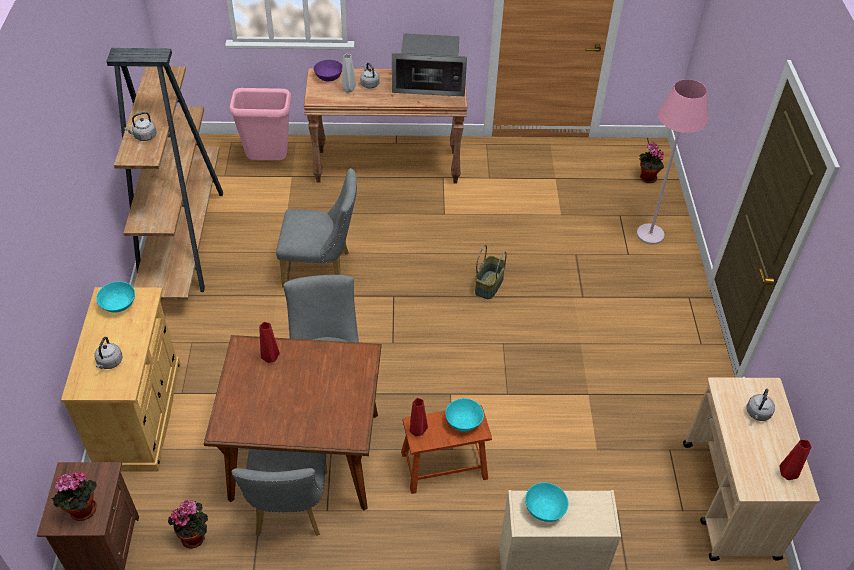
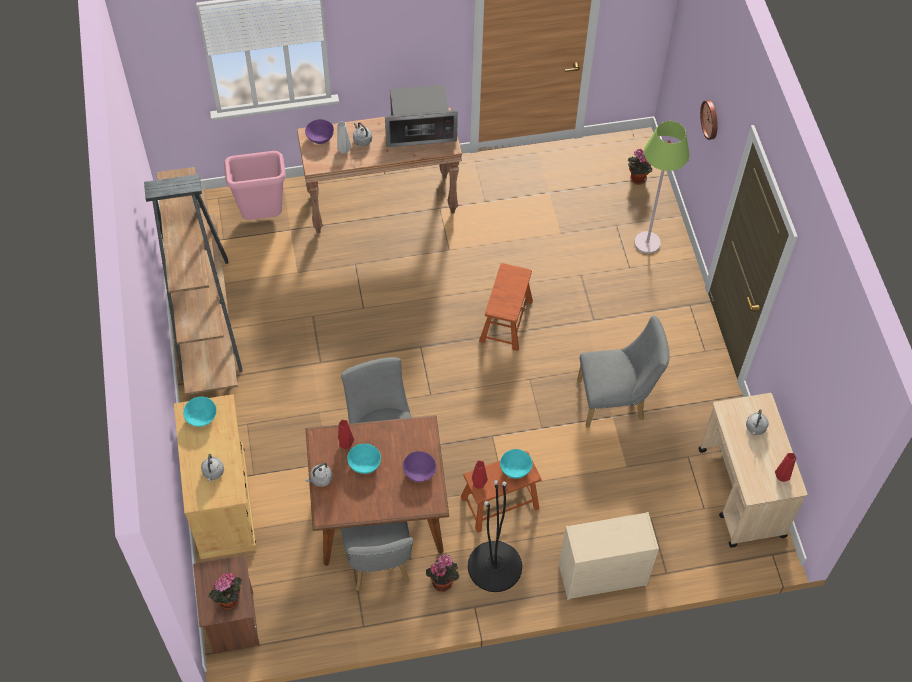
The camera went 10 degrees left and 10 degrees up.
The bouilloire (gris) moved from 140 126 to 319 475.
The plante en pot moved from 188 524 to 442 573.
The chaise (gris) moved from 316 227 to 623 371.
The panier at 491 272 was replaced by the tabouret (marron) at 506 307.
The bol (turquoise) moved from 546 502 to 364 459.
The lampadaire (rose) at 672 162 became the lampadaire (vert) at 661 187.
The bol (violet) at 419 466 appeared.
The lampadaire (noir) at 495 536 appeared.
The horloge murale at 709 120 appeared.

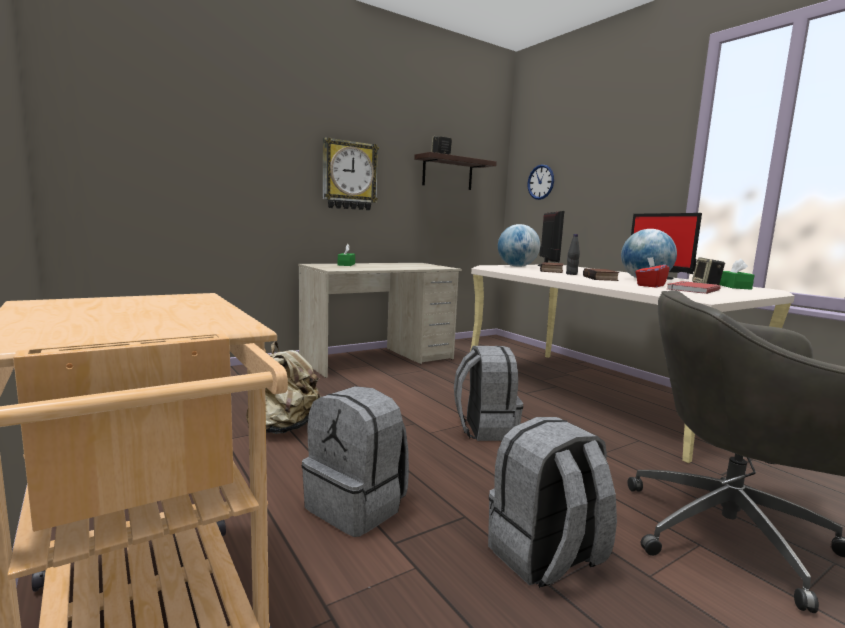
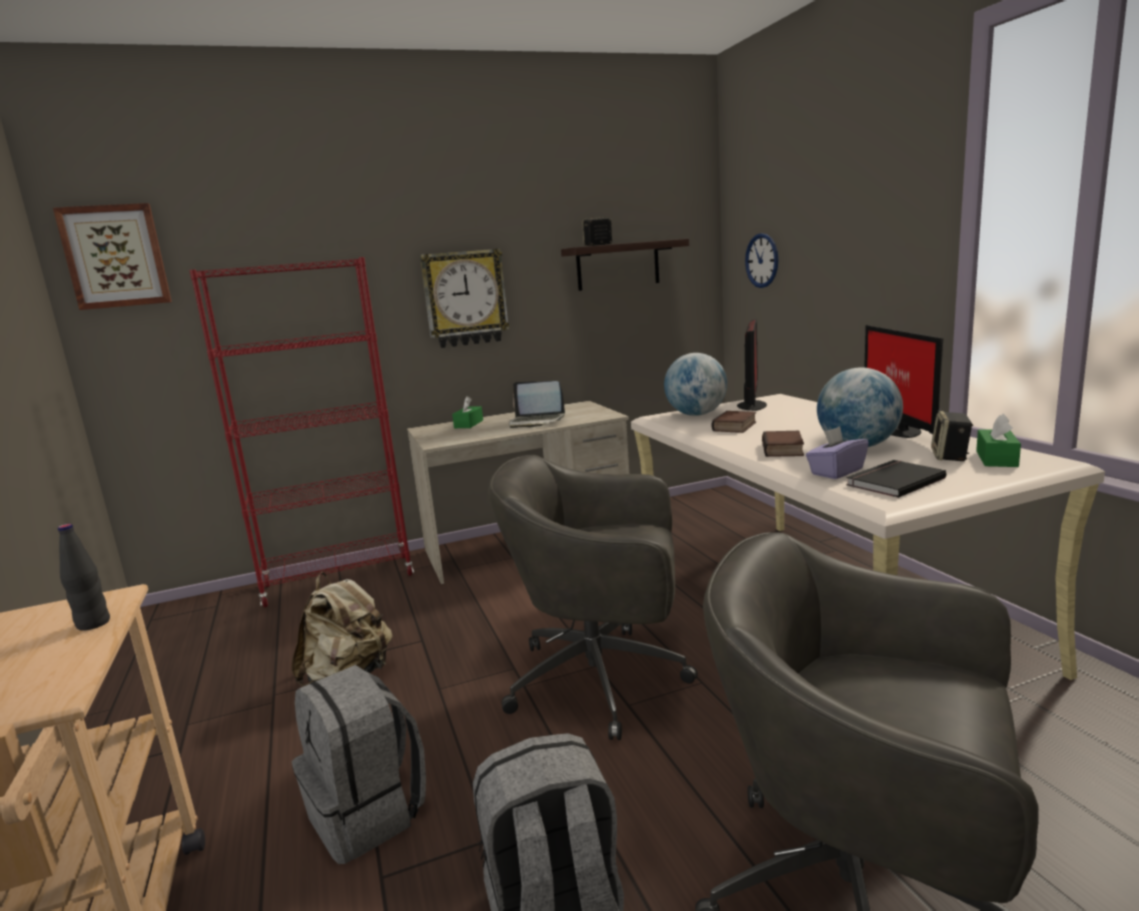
The camera went 15 degrees right and 5 degrees up.
The sac à dos (gris) at 488 393 was replaced by the chaise de bureau (gris) at 593 597.
The bouteille (noir) moved from 573 254 to 84 577.
The boîte à mouchoirs (rouge) at 653 272 became the boîte à mouchoirs (violet) at 837 452.
The livre (rouge) at 694 287 became the livre (noir) at 896 479.
The tableau at 112 256 appeared.
The bibliothèque (rouge) at 301 432 appeared.
The ordinateur portable at 537 404 appeared.

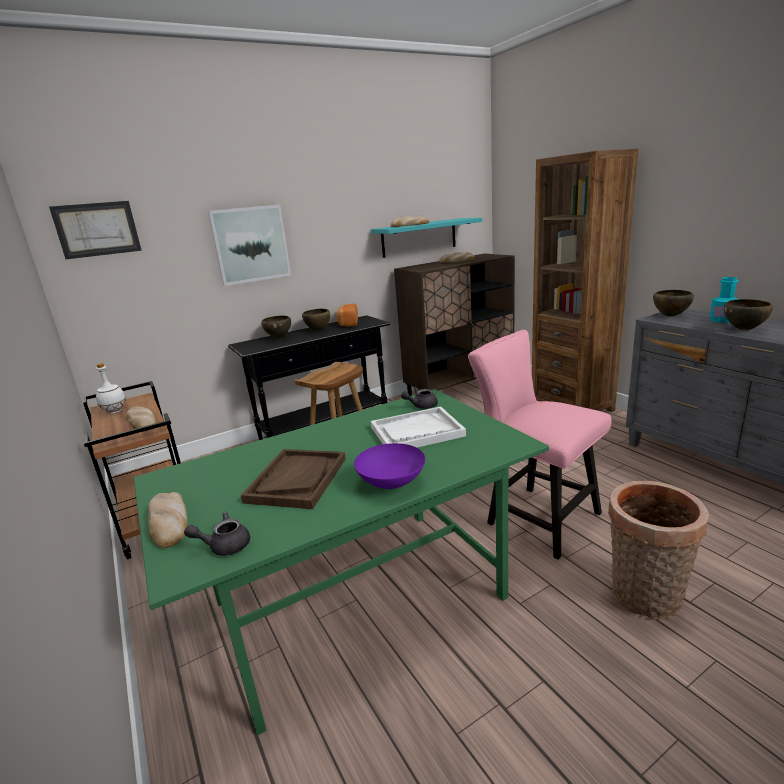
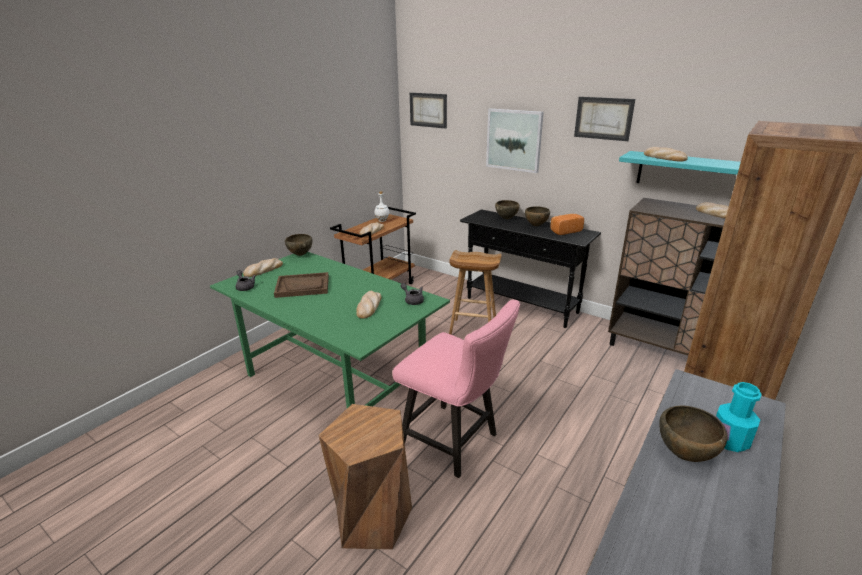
The camera went 65 degrees right and 5 degrees up.
The bol (violet) at 389 466 disappeared.
The plateau (blanc) at 418 427 was replaced by the pain at 368 305.
The chaise (rose) at 540 445 turned 105 degrees clockwise.
The panier at 658 550 was replaced by the tabouret (marron) at 365 477.
The bol (marron) moved from 673 303 to 298 245.
The tableau at 604 119 appeared.

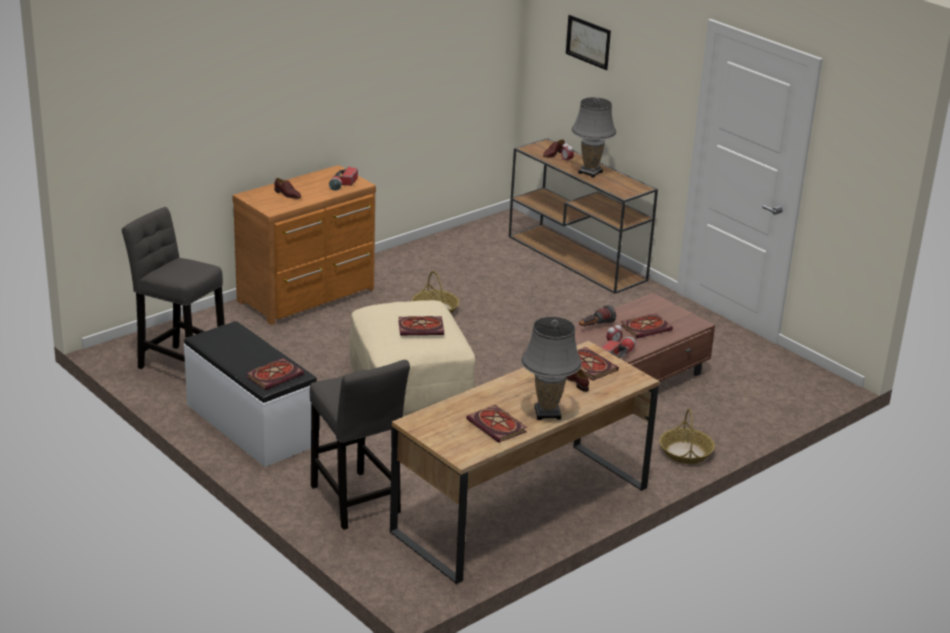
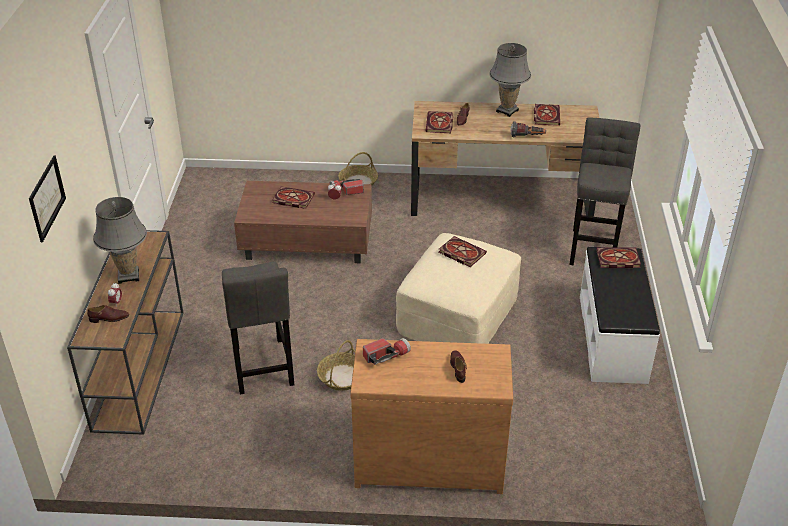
The camera went 135 degrees left and 10 degrees up.
The tabouret (gris) moved from 173 288 to 258 328.
The lampe de poche moved from 597 315 to 528 129.

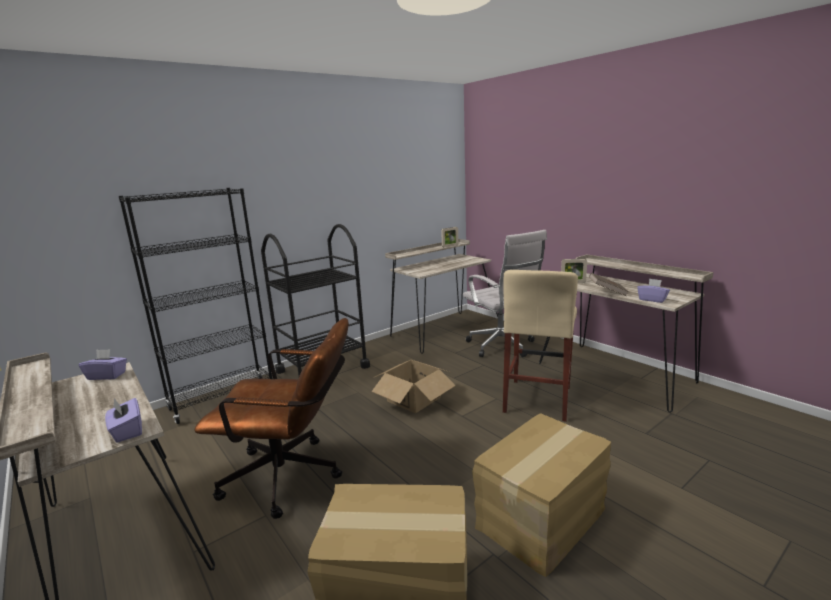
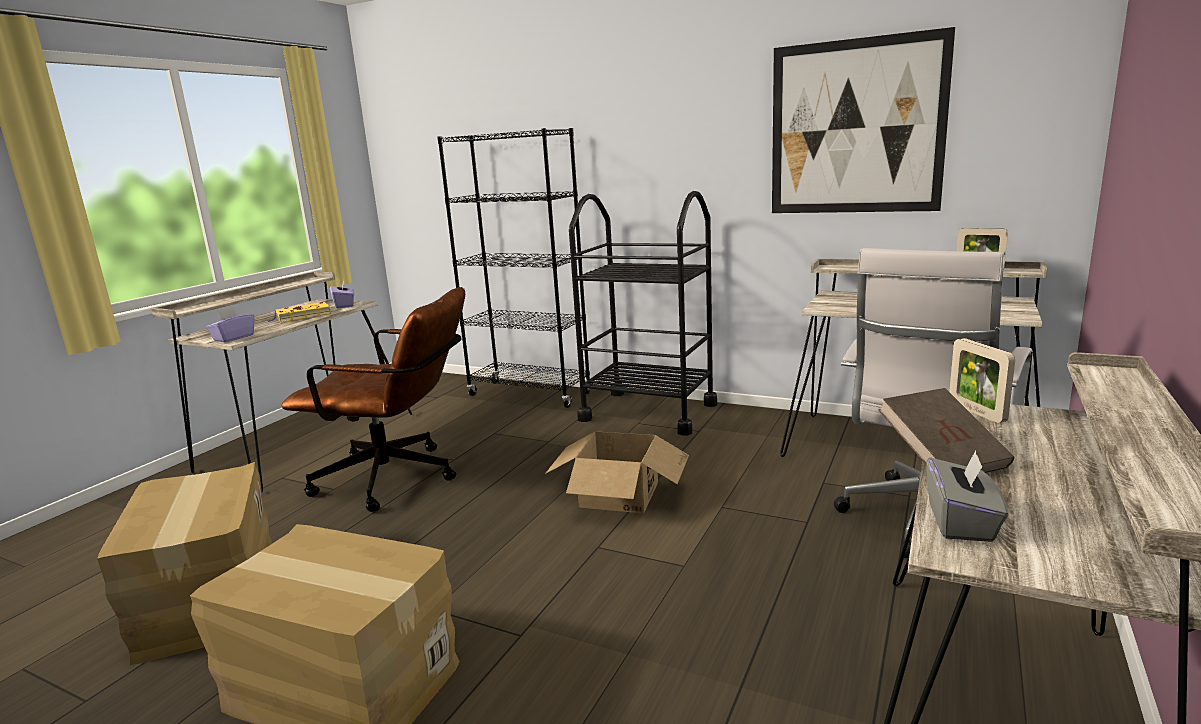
The camera went 65 degrees right and 0 degrees up.
The chaise de bureau (marron) at 271 418 turned 60 degrees counterclockwise.
The tabouret (beige) at 540 346 disappeared.
The boîte à mouchoirs (violet) at 653 290 became the boîte à mouchoirs (gris) at 967 496.
The livre (jaune) at 299 312 appeared.
The tableau at 863 120 appeared.

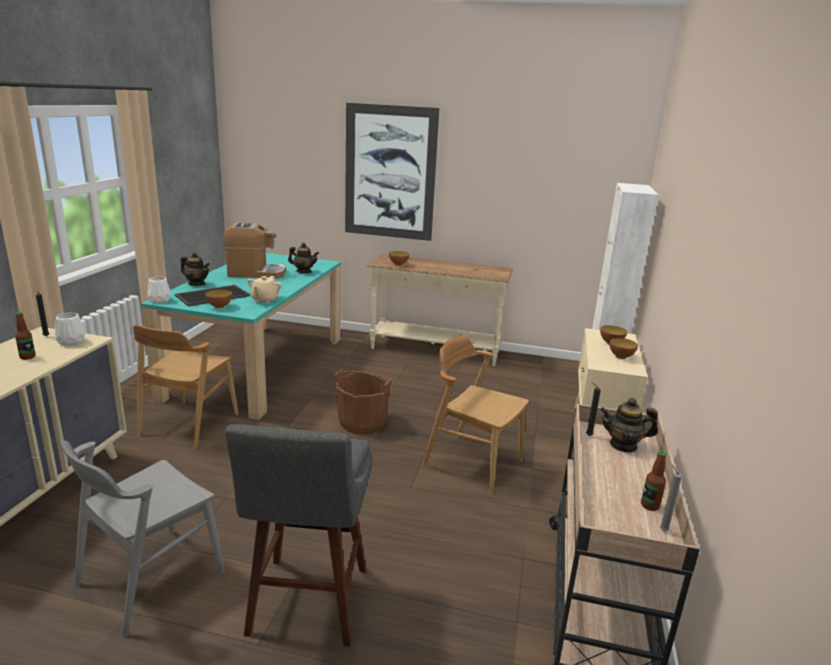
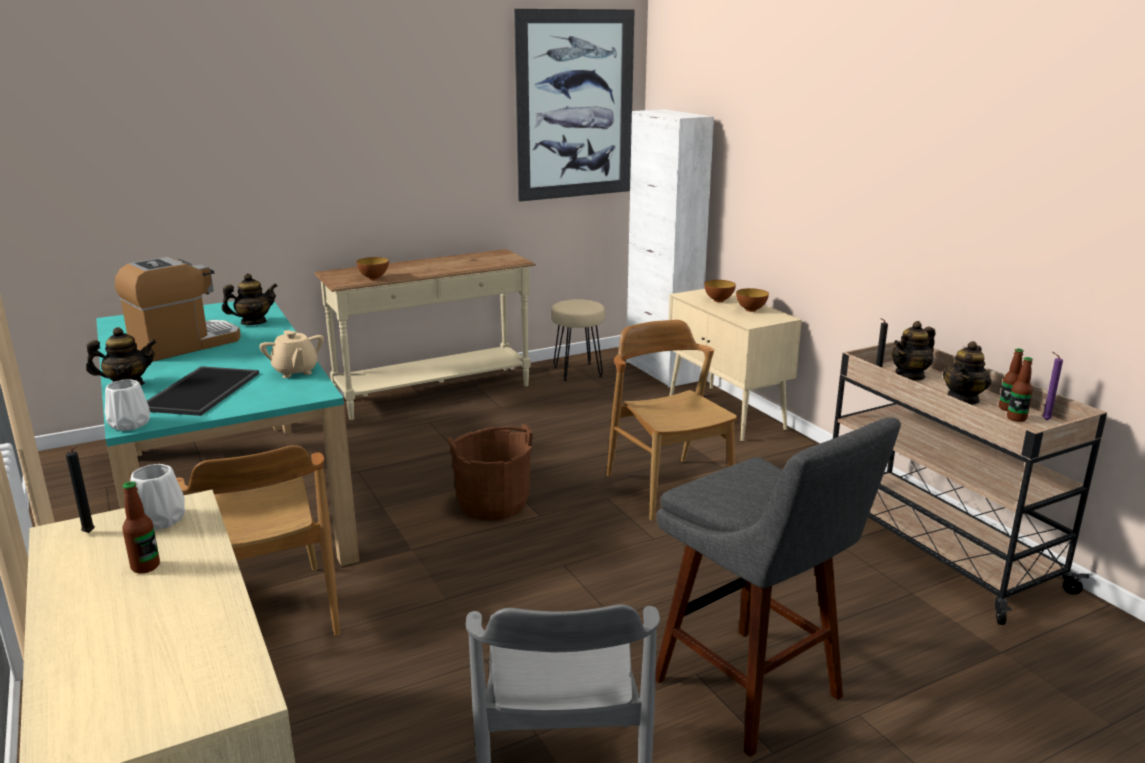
The camera went 40 degrees left and 0 degrees up.
The bol at 218 299 disappeared.
The tableau moved from 392 172 to 574 105.
The chaise (marron) at 475 415 turned 75 degrees clockwise.
The bougie (gris) at 671 498 became the bougie (violet) at 1052 386.
The tabouret (beige) at 578 340 appeared.
The théière at 967 373 appeared.
The bouteille at 1020 389 appeared.

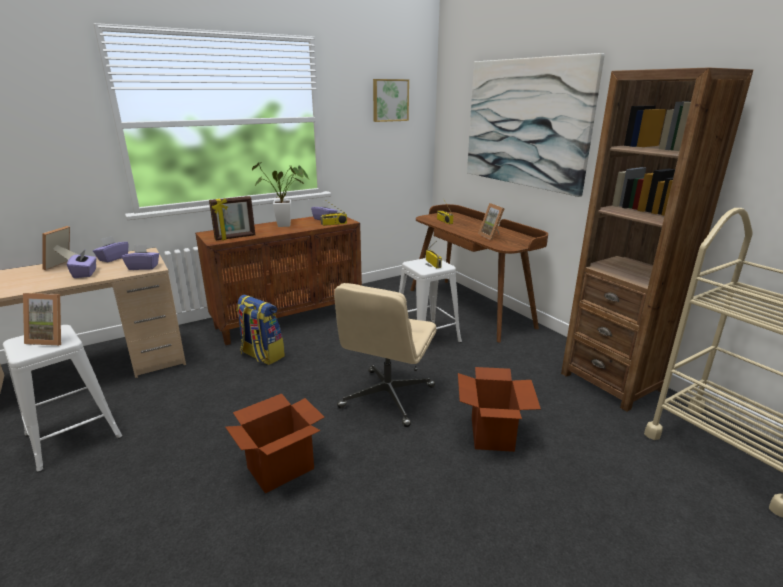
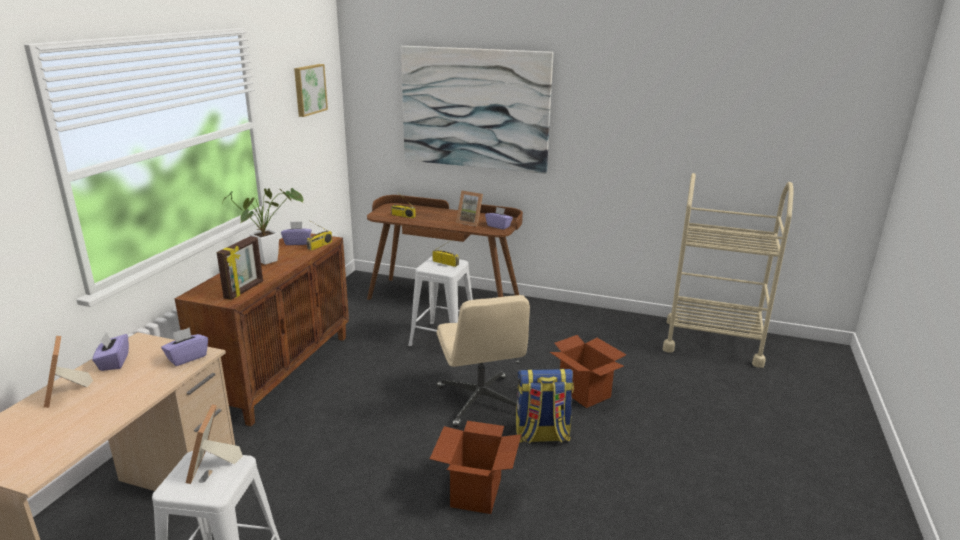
The camera went 40 degrees left and 0 degrees up.
The cadre photo at 42 319 turned 120 degrees clockwise.
The boîte à mouchoirs (violet) moved from 82 264 to 499 218.
The sac à dos moved from 260 329 to 545 406.
The bibliothèque (marron) at 657 240 disappeared.

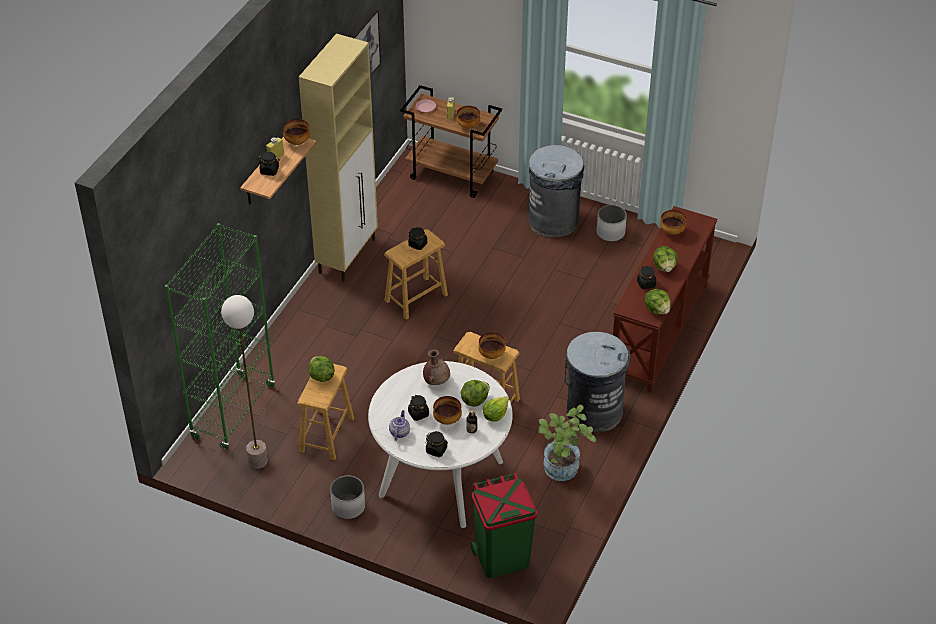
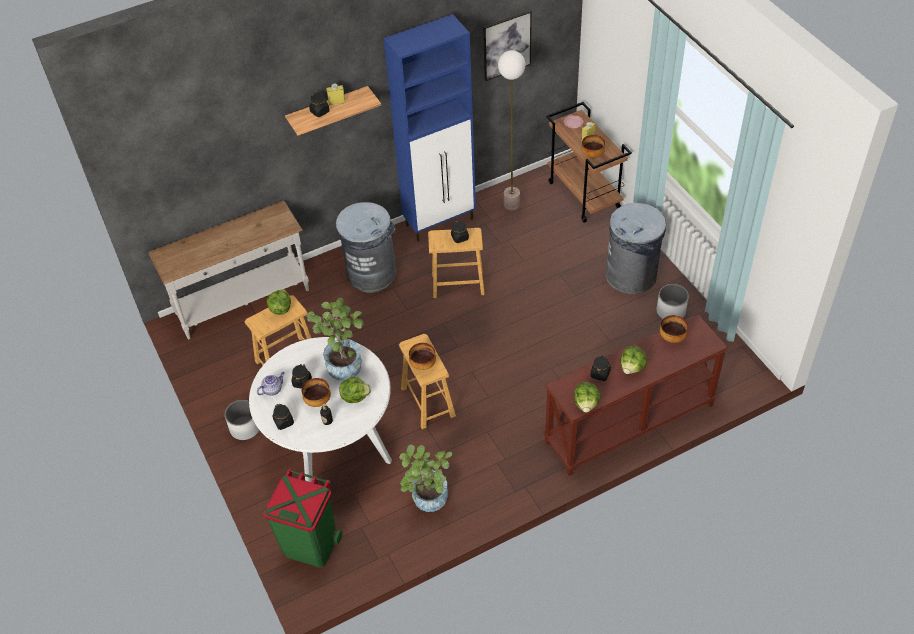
The camera went 40 degrees right and 5 degrees up.
The bibliothèque (vert) at 220 336 was replaced by the table console (blanc) at 229 270.
The lampadaire moved from 244 382 to 511 130.
The bol at 296 132 disappeared.
The meuble de rangement (beige) at 338 158 became the meuble de rangement (bleu) at 430 128.
The vase (marron) at 436 367 was replaced by the plante en pot at 335 339.
The laitue at 496 409 disappeared.
The poubelle (gris) moved from 597 382 to 366 247.

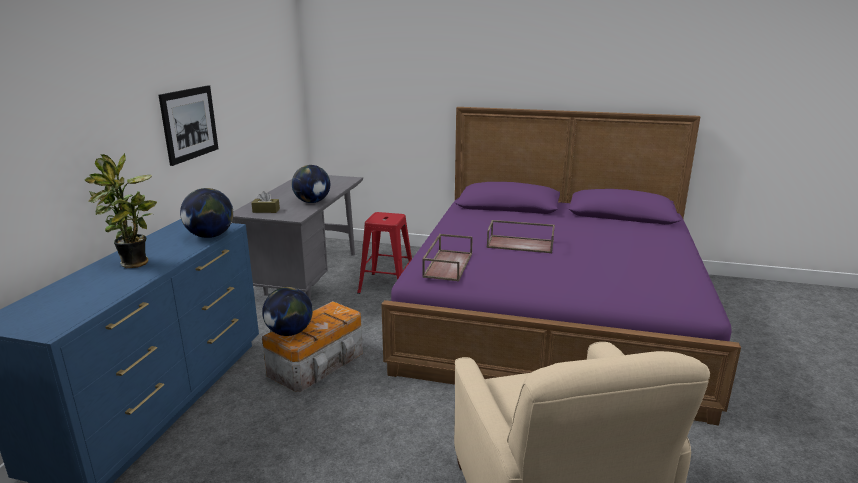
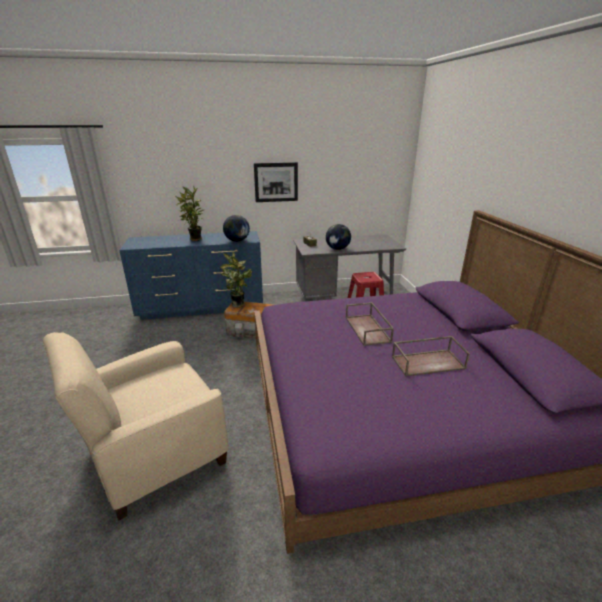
The camera went 65 degrees right and 5 degrees up.
The globe at 287 311 was replaced by the plante en pot at 236 279.
The plateau (marron) moved from 447 257 to 431 356.

